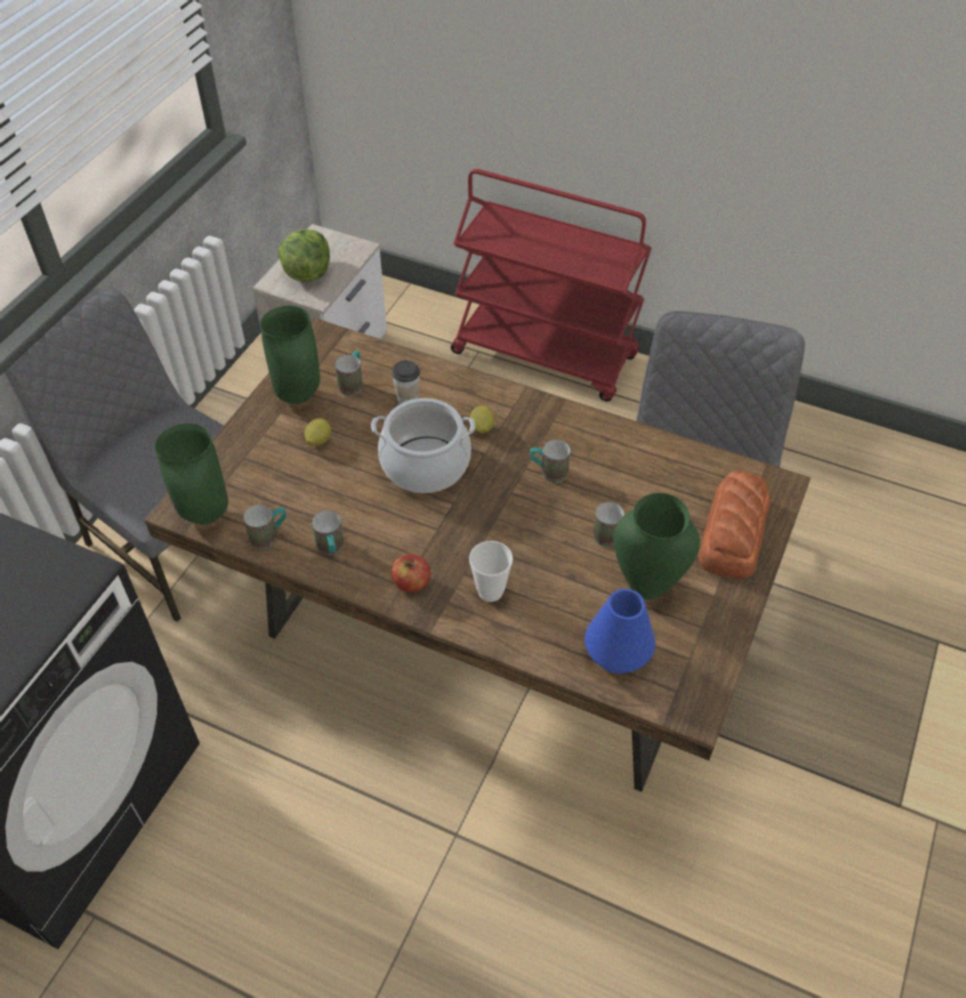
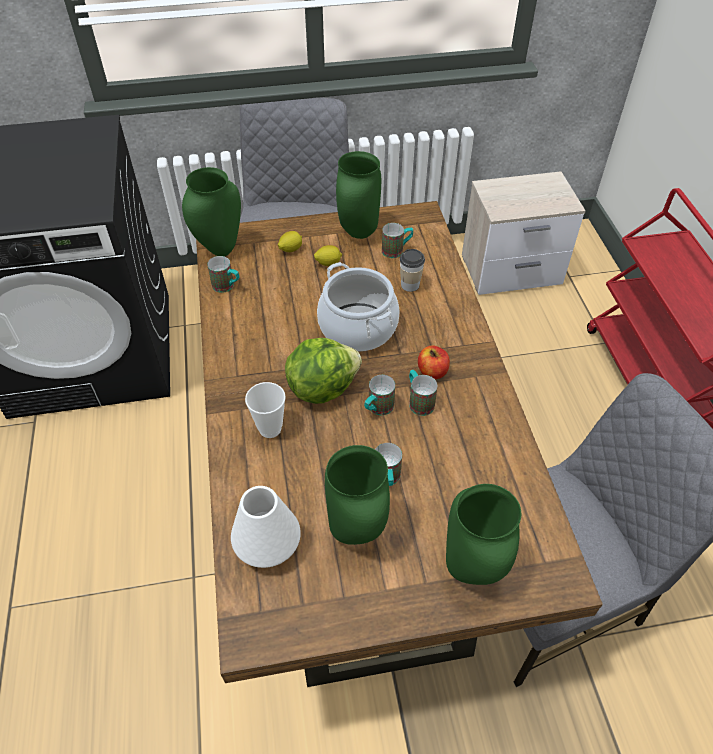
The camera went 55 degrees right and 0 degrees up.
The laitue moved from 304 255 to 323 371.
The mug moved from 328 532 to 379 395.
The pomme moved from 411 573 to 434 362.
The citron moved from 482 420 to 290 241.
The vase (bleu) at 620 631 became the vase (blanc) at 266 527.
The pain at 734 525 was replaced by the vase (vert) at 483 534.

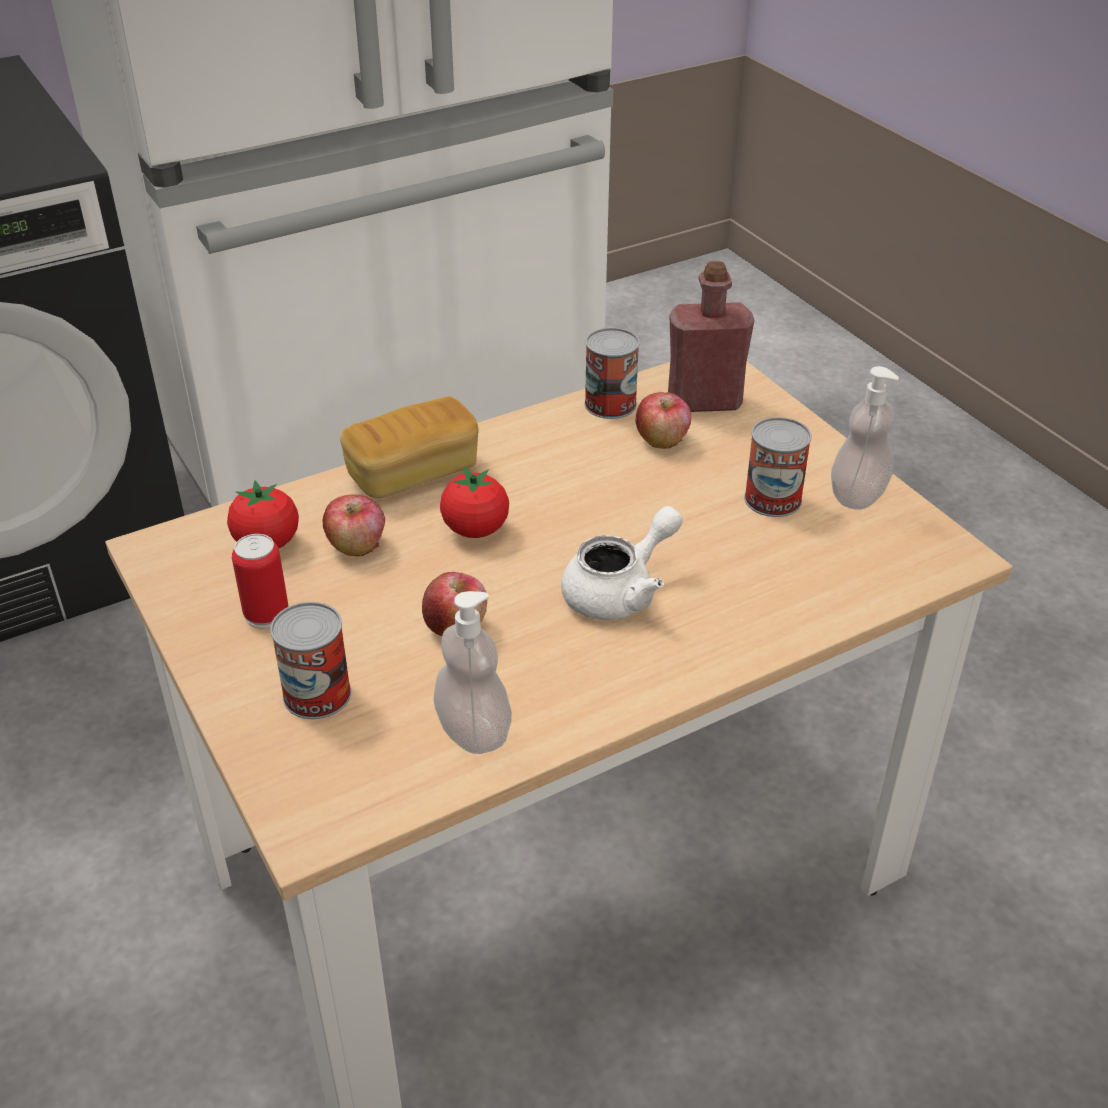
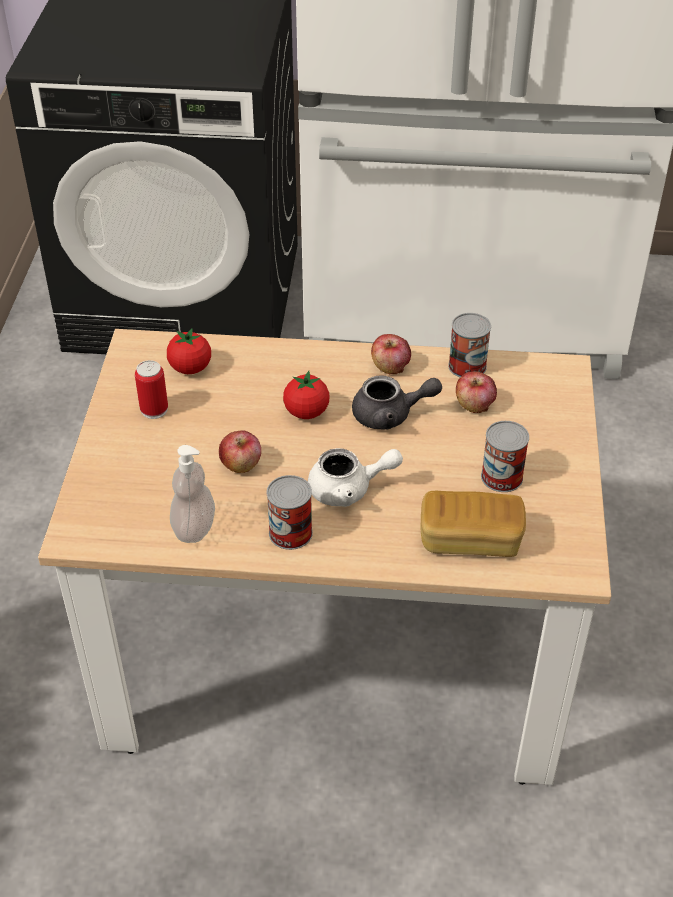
The camera went 35 degrees right and 5 degrees up.
The boîte métallique moved from 310 660 to 290 512.
The pomme moved from 354 525 to 391 354.
The pain moved from 409 447 to 473 524.
The bouteille (rouge) at 711 336 disappeared.
The distributeur de savon at 865 438 disappeared.
The théière (gris) at 397 402 appeared.

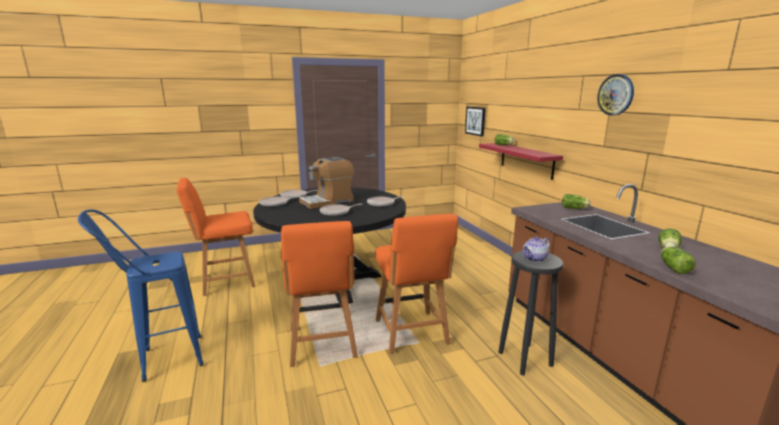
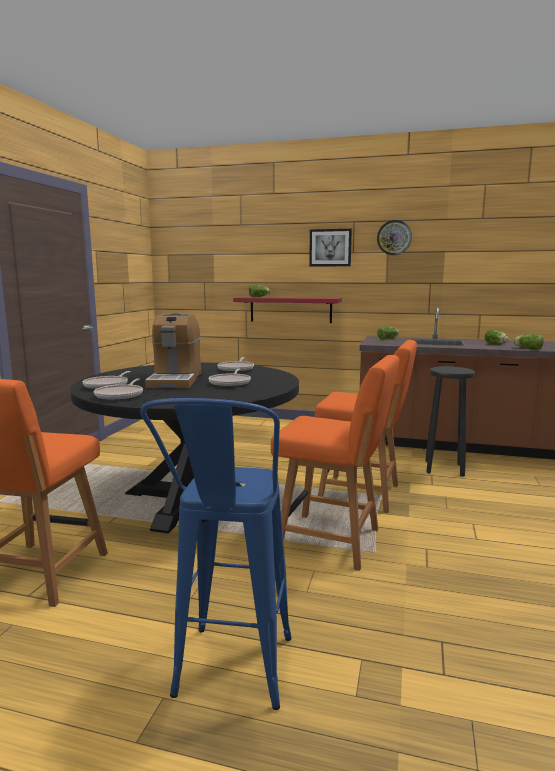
The camera went 55 degrees left and 5 degrees down.
The tableau moved from 475 122 to 330 248.
The théière at 536 249 disappeared.

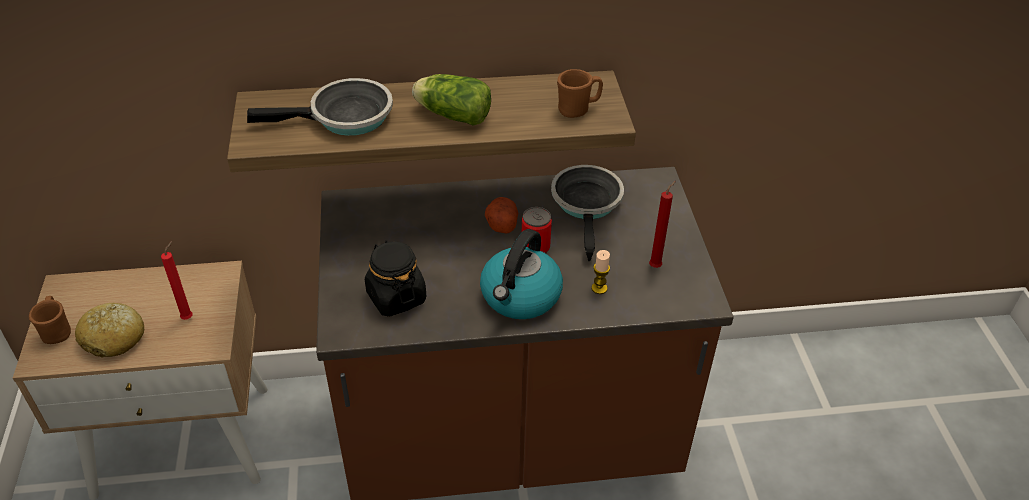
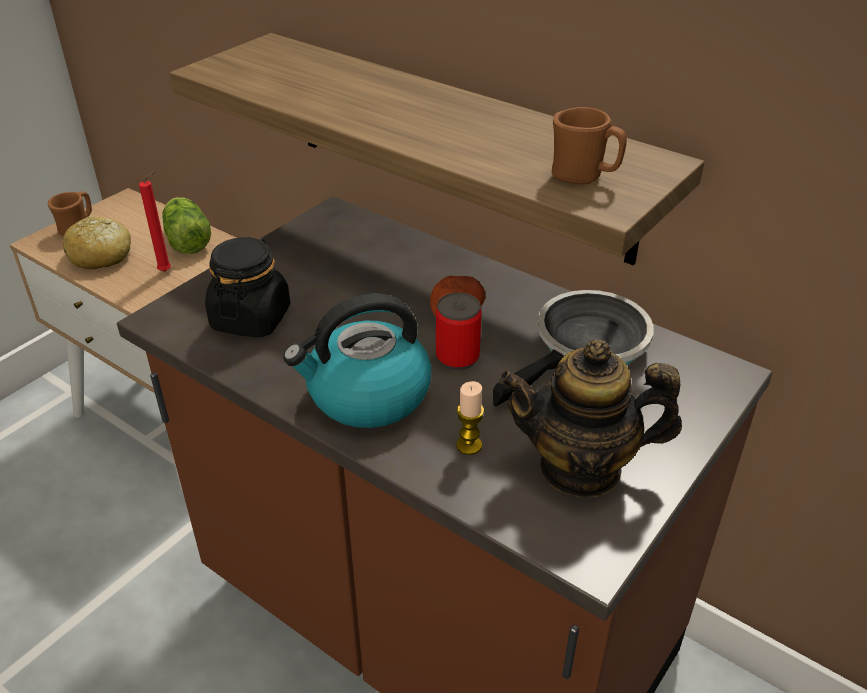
The camera went 45 degrees right and 5 degrees down.
The poêle at 320 107 disappeared.
The laitue moved from 451 100 to 187 225.
The bougie (rouge) at 662 224 was replaced by the théière at 590 418.

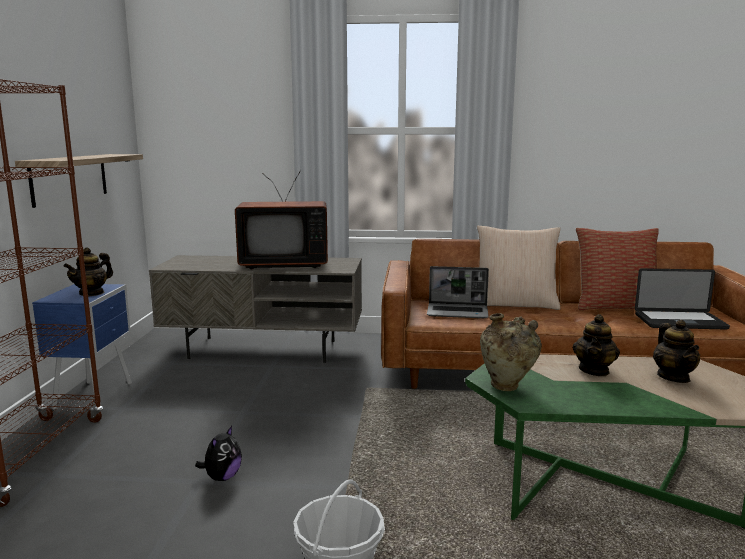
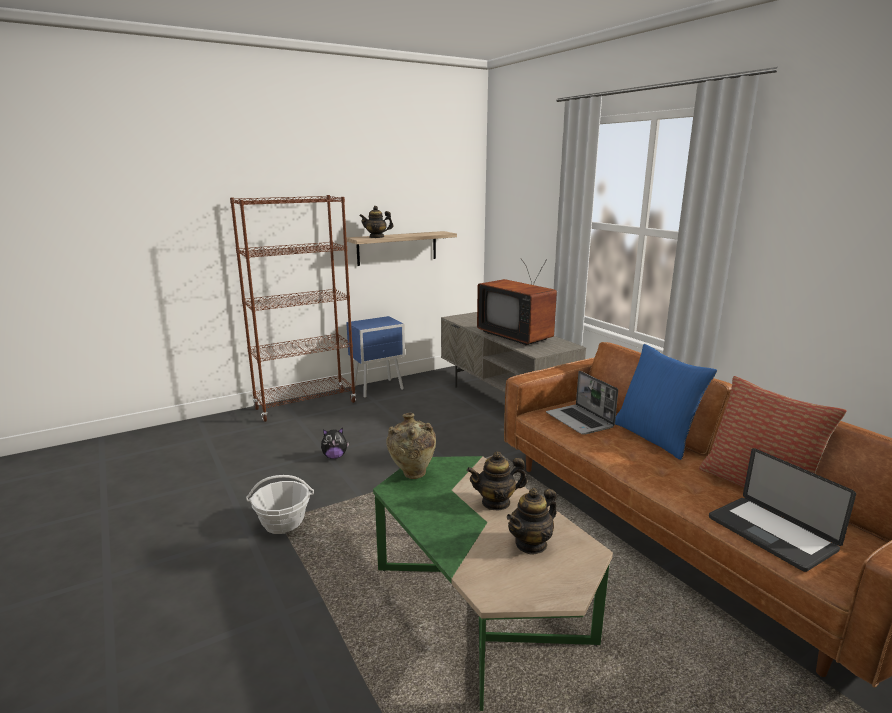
The camera went 55 degrees right and 5 degrees up.
The théière moved from 88 272 to 376 222.
The coussin (beige) at 519 268 became the coussin (bleu) at 666 402.

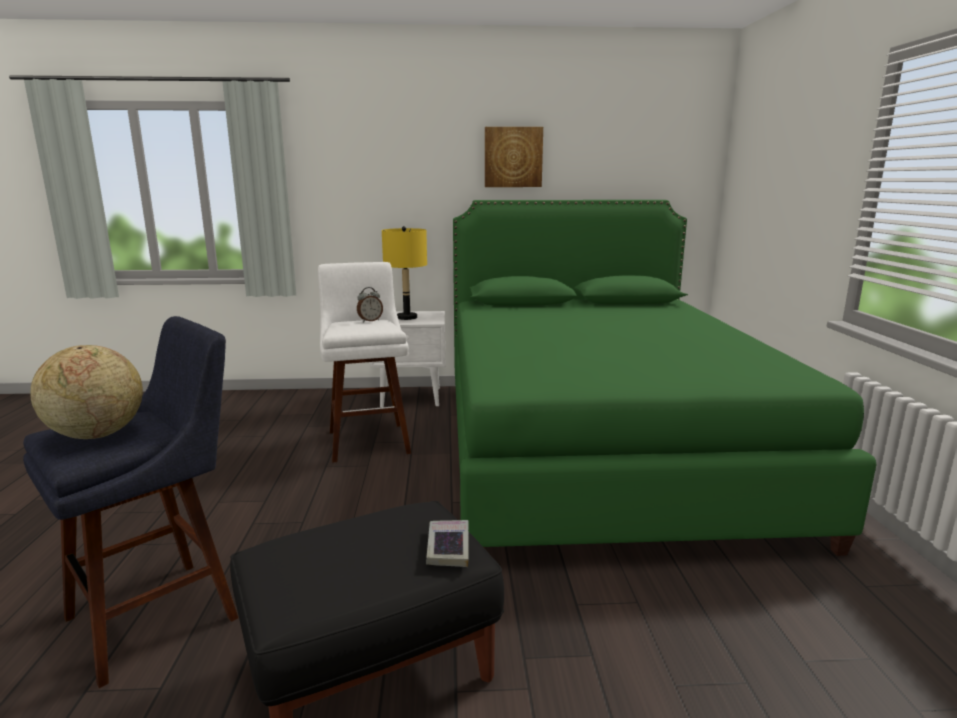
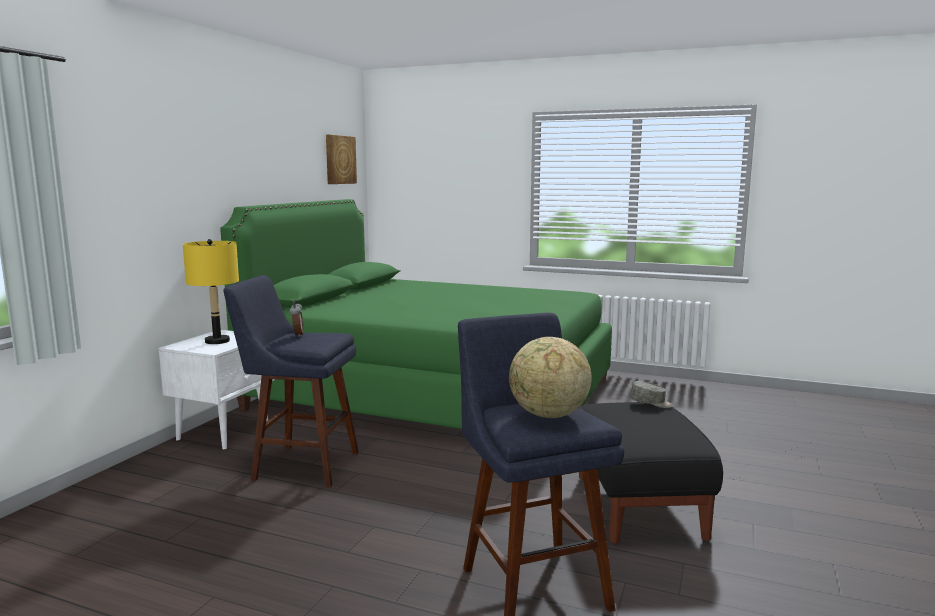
The camera went 65 degrees left and 5 degrees down.
The tabouret (blanc) at 364 362 became the tabouret (bleu) at 291 381.
The livre at 447 543 was replaced by the casquette (gris) at 651 394.
The tableau moved from 514 157 to 341 159.

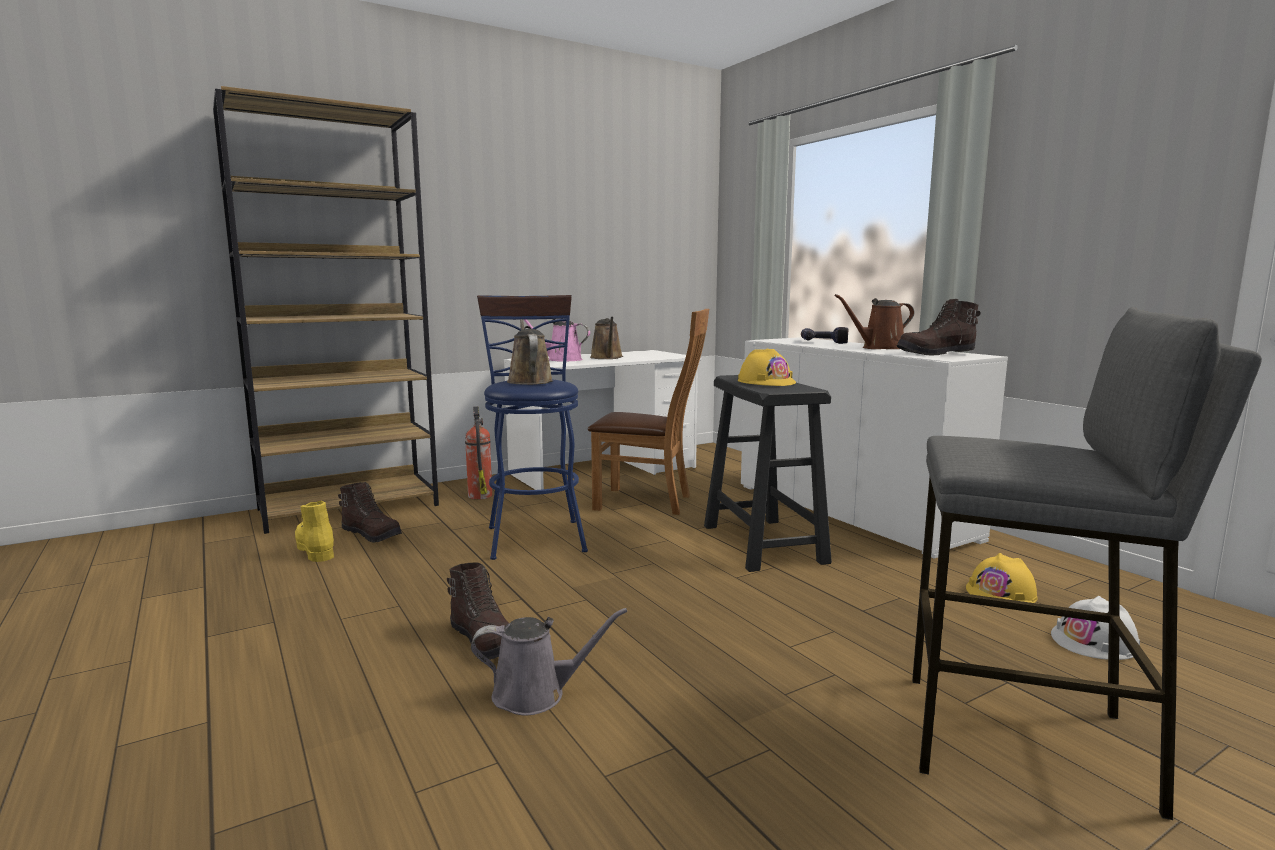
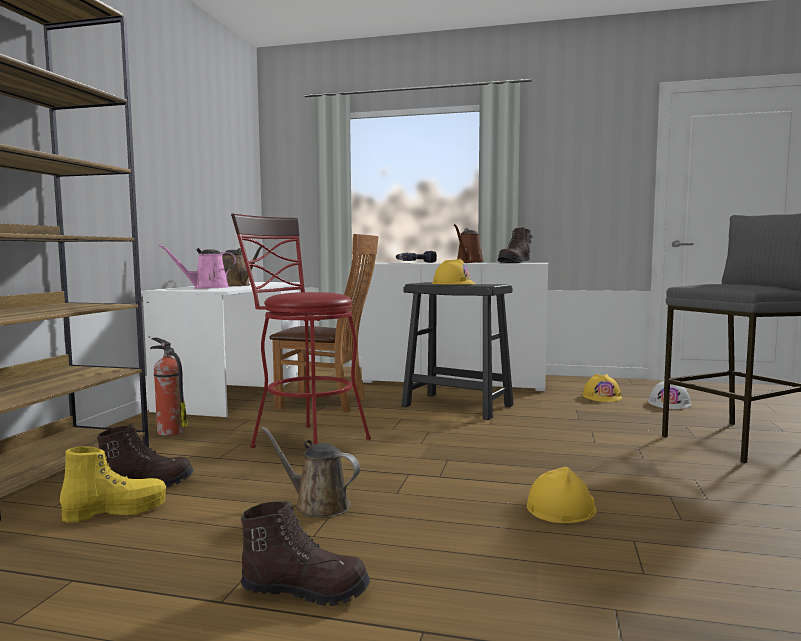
The camera went 45 degrees left and 5 degrees down.
The botte (jaune) at 314 531 turned 150 degrees clockwise.
The botte (marron) moved from 478 611 to 305 553.
The arrosoir (gris) at 549 662 was replaced by the casque de chantier (jaune) at 562 495.
The tabouret (bleu) at 532 427 became the tabouret (rouge) at 301 331.
The arrosoir (marron) moved from 530 352 to 310 472.
The chaise (marron) at 648 412 turned 45 degrees clockwise.

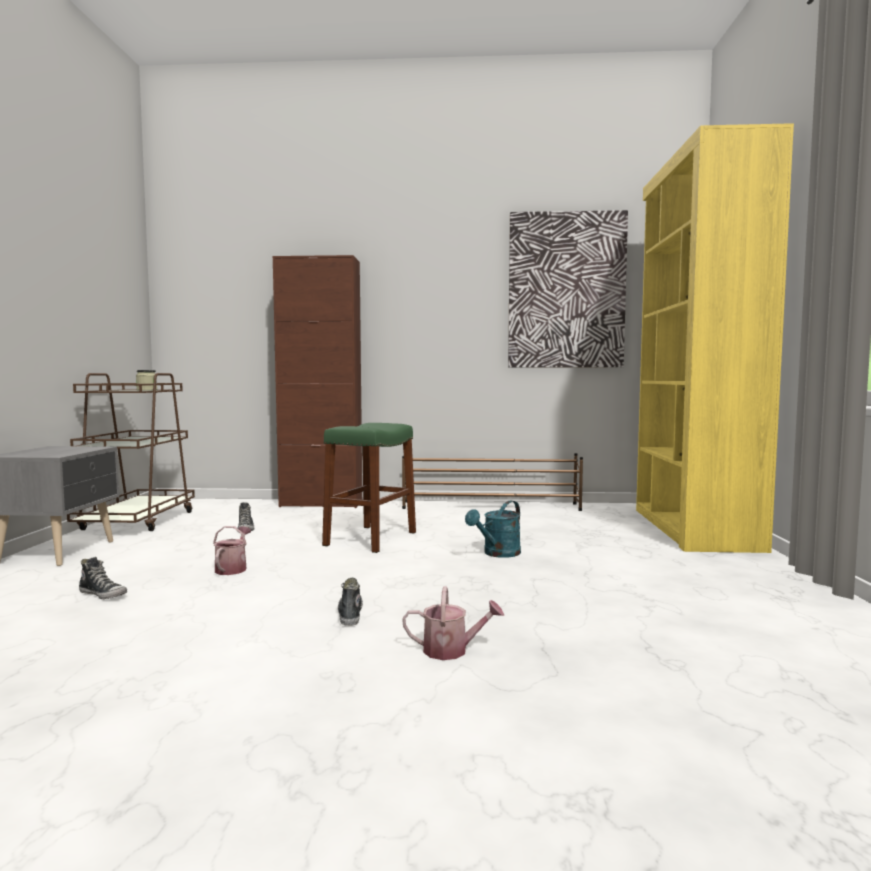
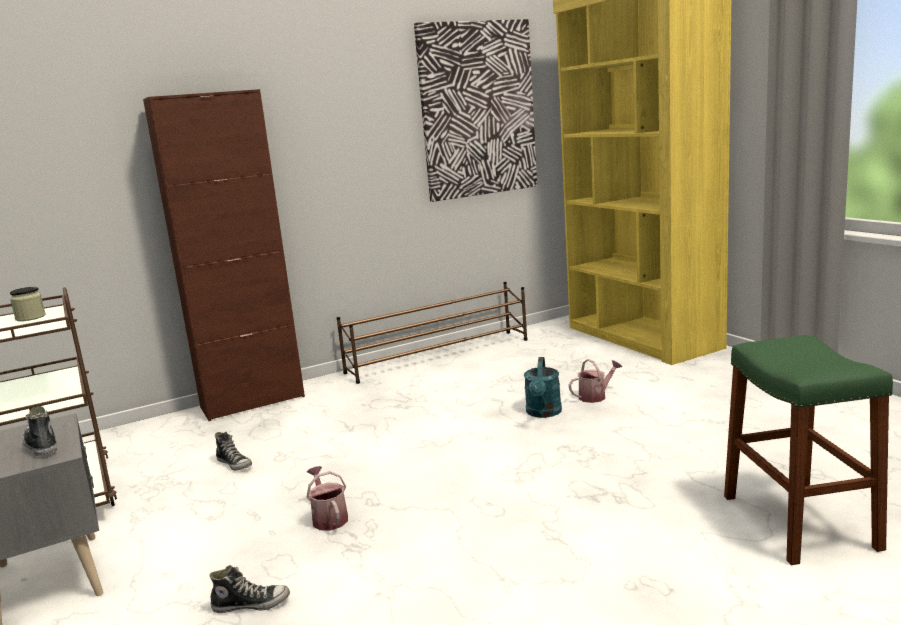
The camera went 30 degrees left and 10 degrees up.
The tabouret (vert) moved from 369 488 to 808 450.
The chaussure moved from 350 602 to 39 431.
The arrosoir moved from 453 623 to 595 381.

